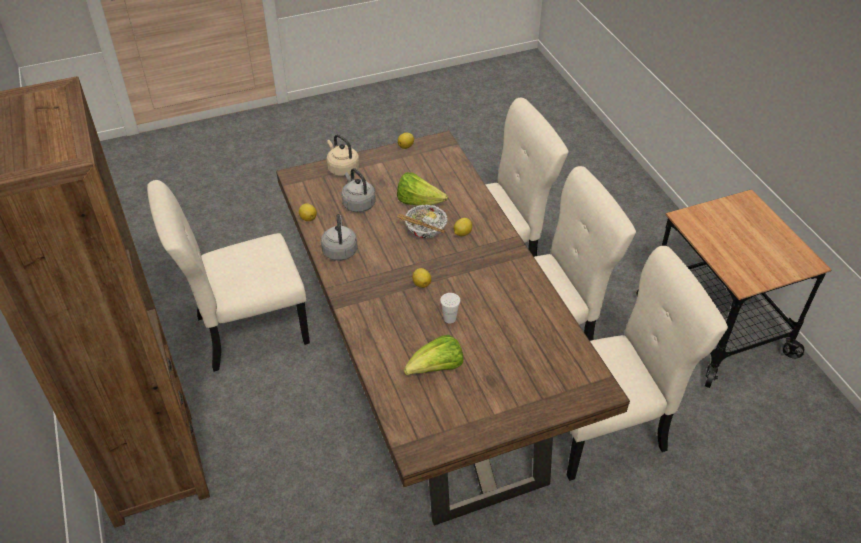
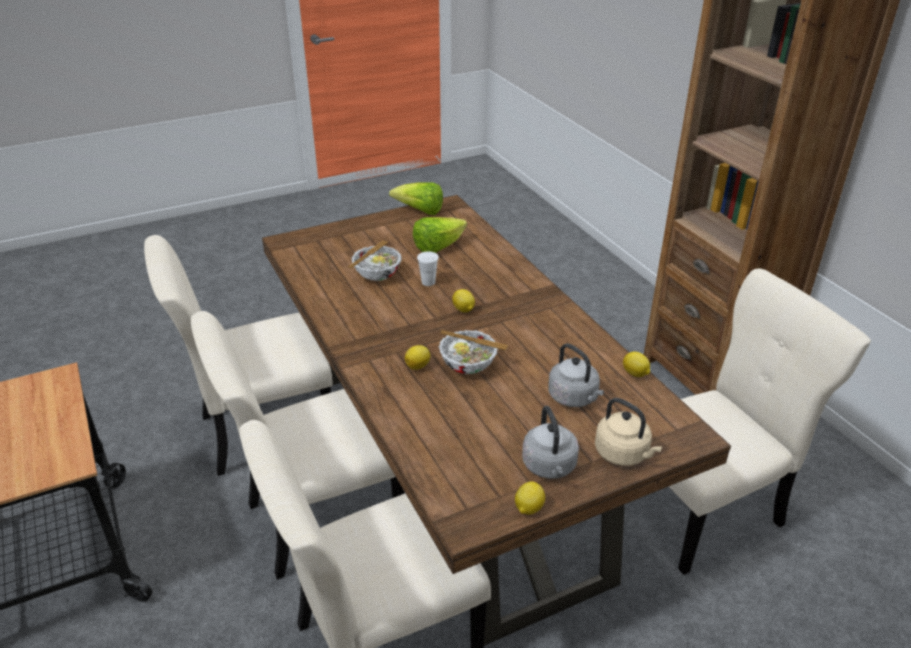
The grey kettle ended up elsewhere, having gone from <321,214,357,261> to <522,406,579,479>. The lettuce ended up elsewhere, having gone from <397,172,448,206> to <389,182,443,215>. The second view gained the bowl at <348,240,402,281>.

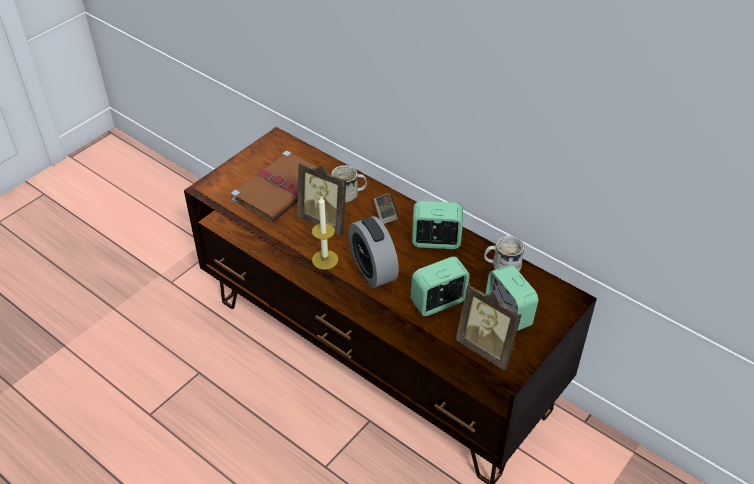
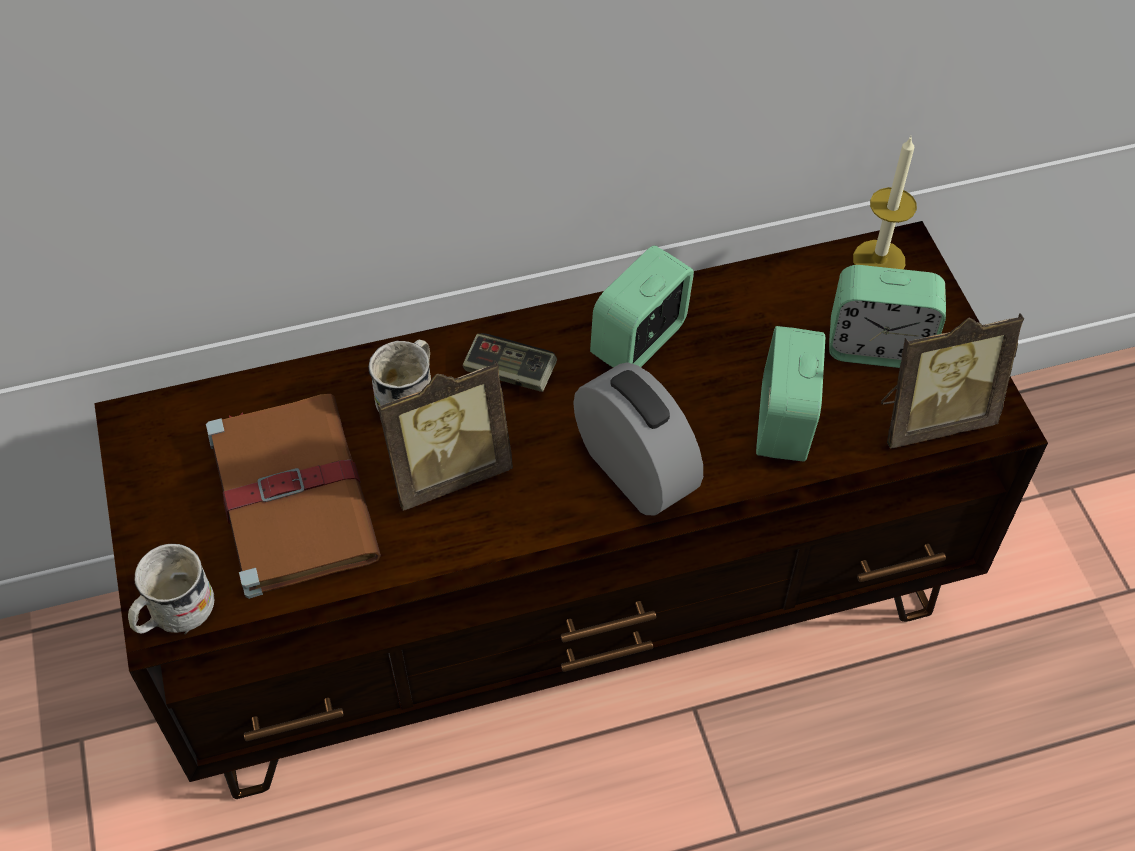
The candle ended up elsewhere, having gone from <312,196,338,270> to <853,137,917,269>. The alarm clock at <348,216,399,288> ended up facing another way, 135 degrees counterclockwise from before. The white mug ended up elsewhere, having gone from <484,236,525,271> to <128,544,214,634>.

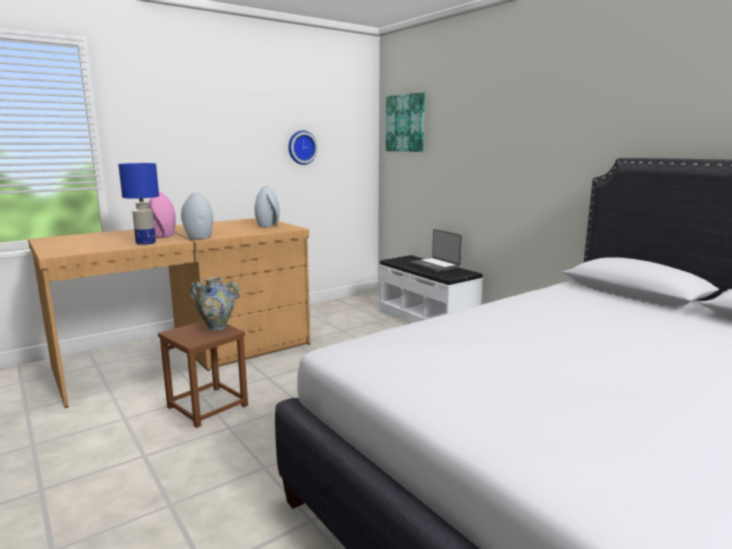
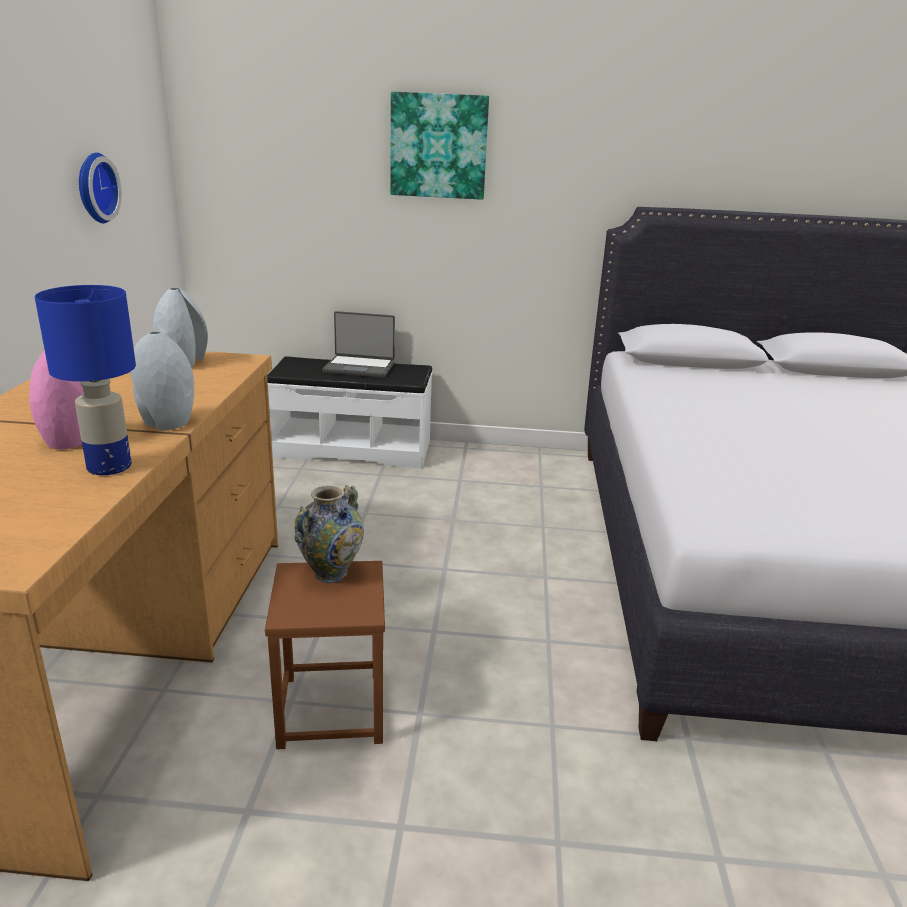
The picture ended up elsewhere, having gone from <386,92,425,152> to <390,92,489,200>.

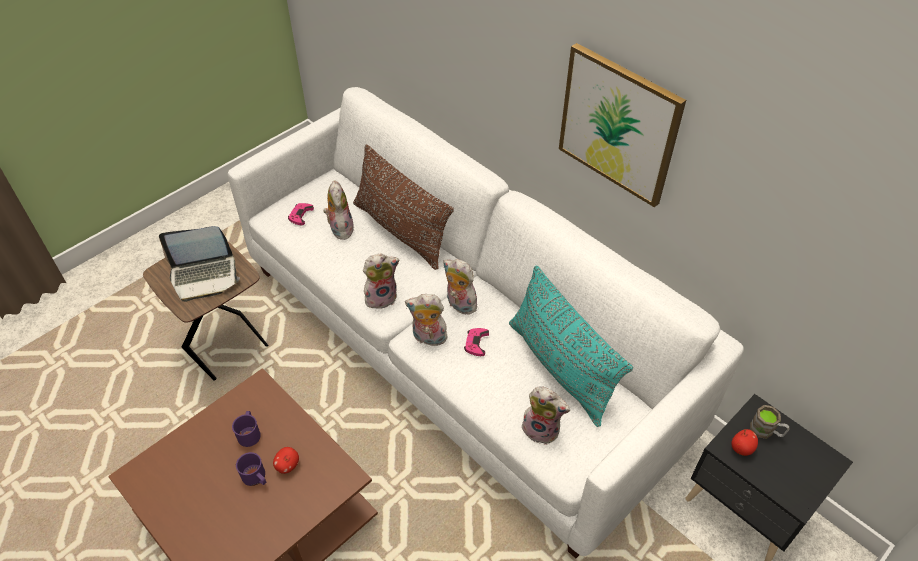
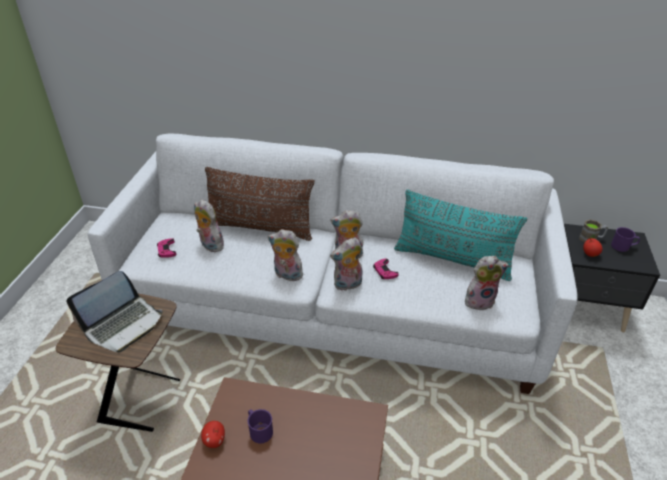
The purple mug ended up elsewhere, having gone from <236,452,266,486> to <611,227,640,252>. The apple ended up elsewhere, having gone from <273,447,299,474> to <201,421,225,448>. The plush toy at <363,254,400,309> ended up facing another way, 105 degrees counterclockwise from before. The second view lost the picture at <559,43,686,207>.

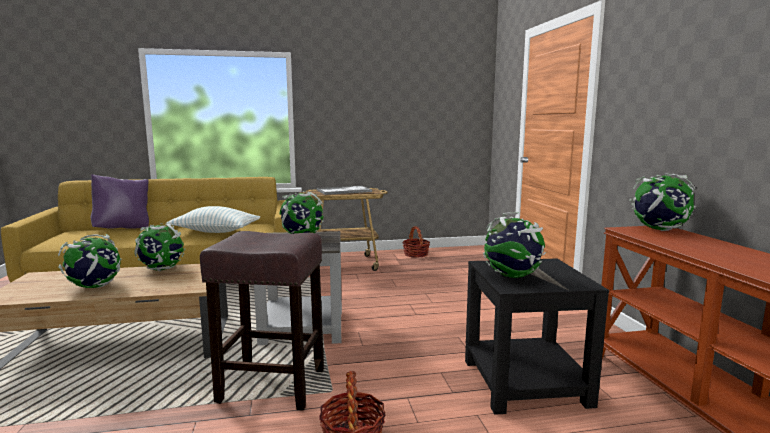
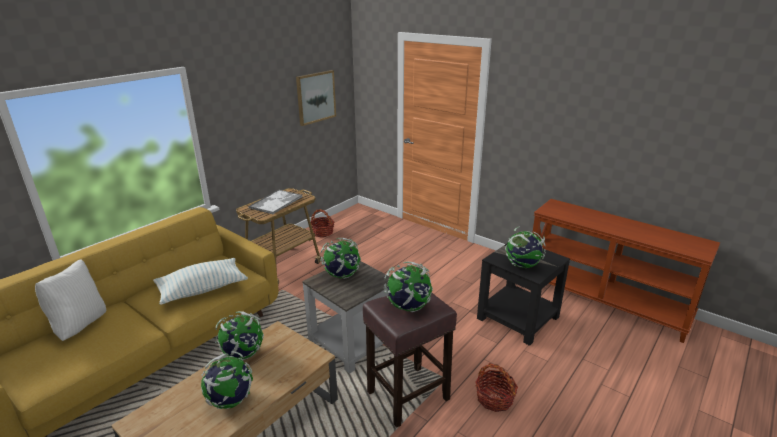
What was the purple pillow at <91,174,149,229> turned into the white pillow at <35,259,106,341>. The globe ended up elsewhere, having gone from <630,173,696,231> to <384,262,433,312>. The second view gained the picture at <296,70,336,126>.

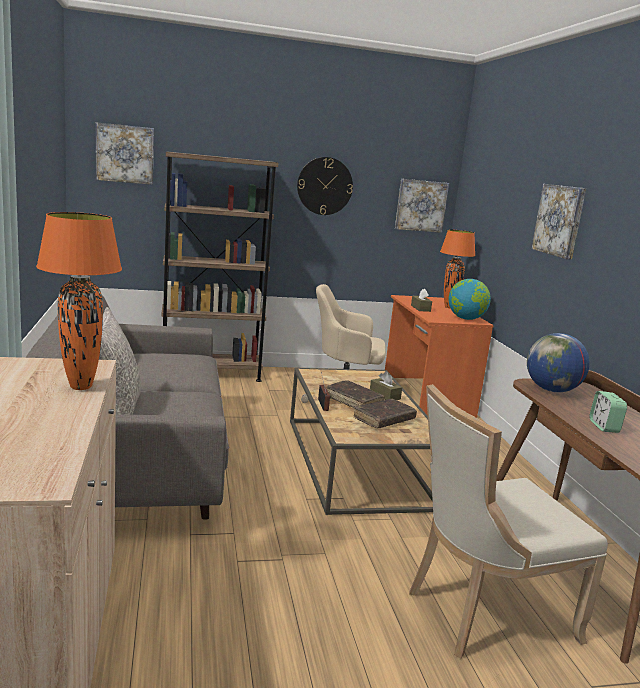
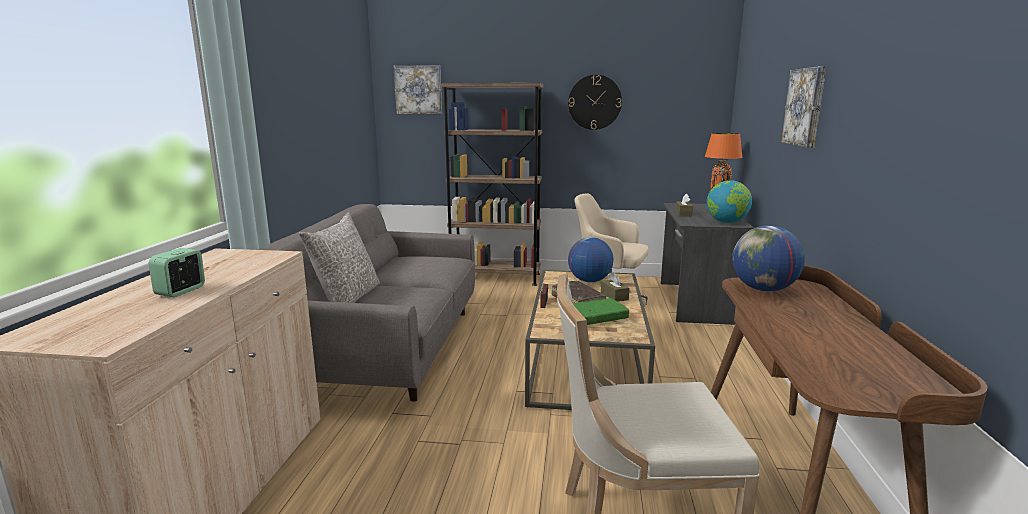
The second view lost the orange table lamp at <36,212,122,390>. What was the brown book at <354,399,417,428> turned into the green book at <573,298,629,325>. What was the orange desk at <385,295,494,418> turned into the grey desk at <661,203,754,325>. The second view lost the picture at <395,179,449,233>. The alarm clock ended up elsewhere, having gone from <589,391,627,433> to <149,248,205,297>. The second view gained the globe at <568,237,613,282>.

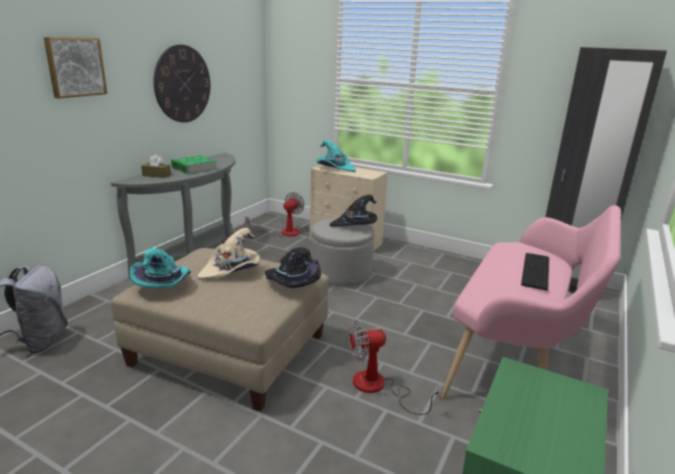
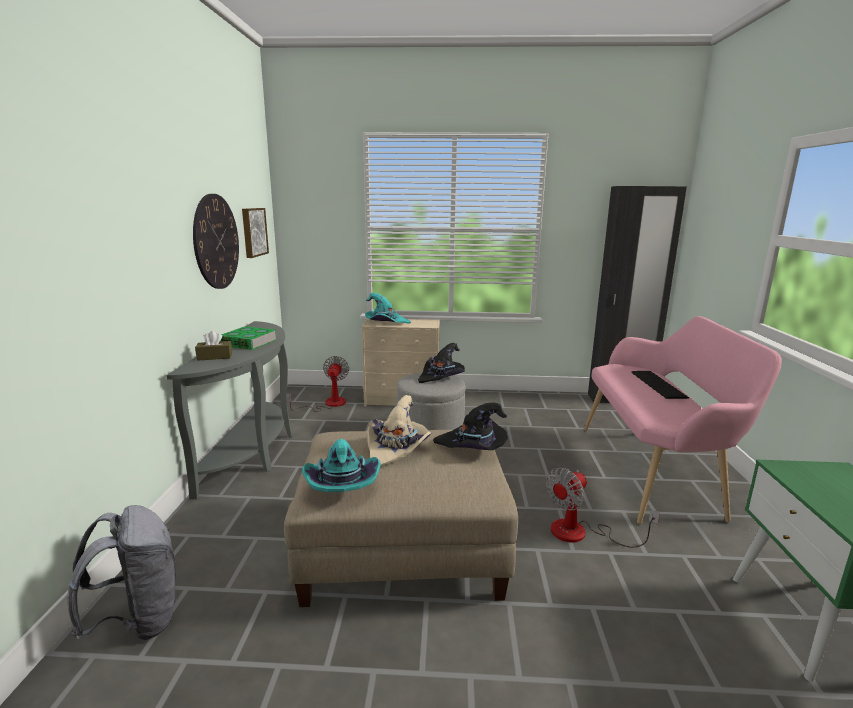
The picture ended up elsewhere, having gone from <44,37,107,99> to <242,208,269,258>.

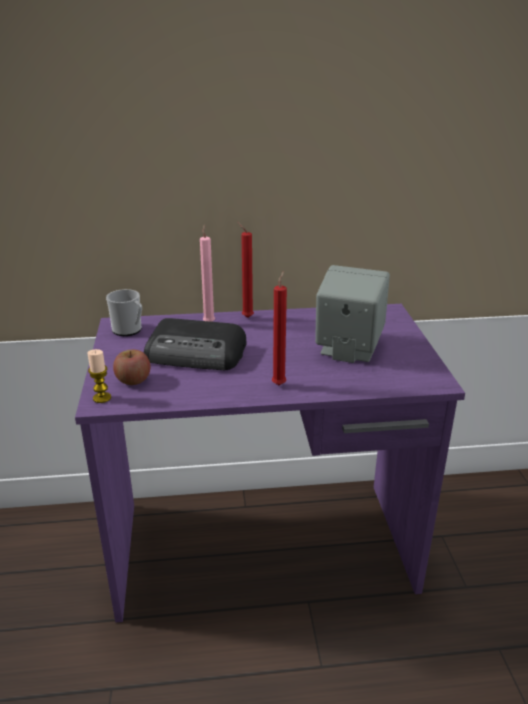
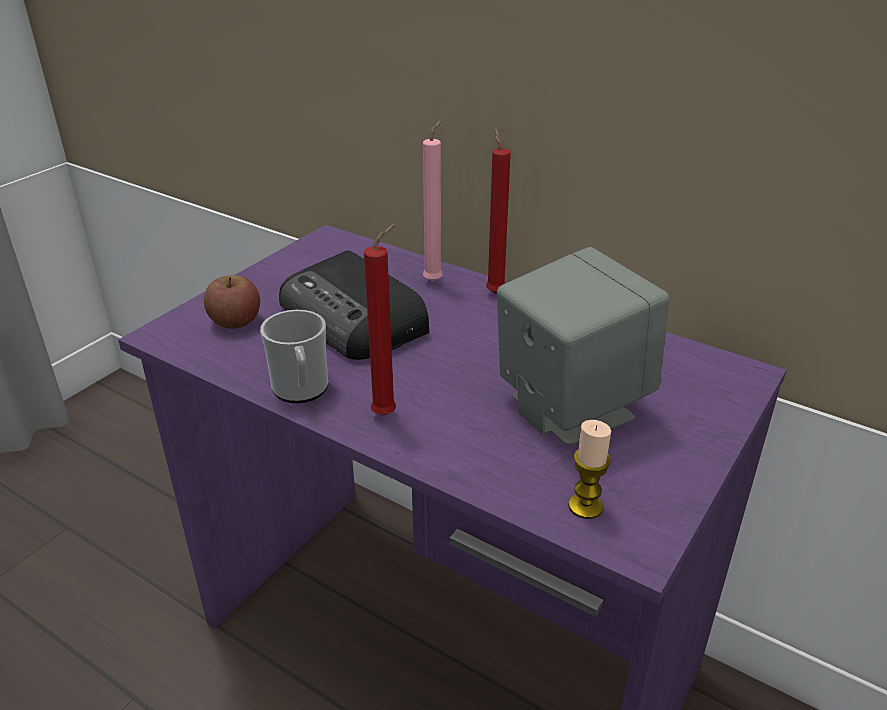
The candle ended up elsewhere, having gone from <87,349,111,403> to <568,420,611,519>. The mug ended up elsewhere, having gone from <106,289,142,336> to <260,310,328,403>.

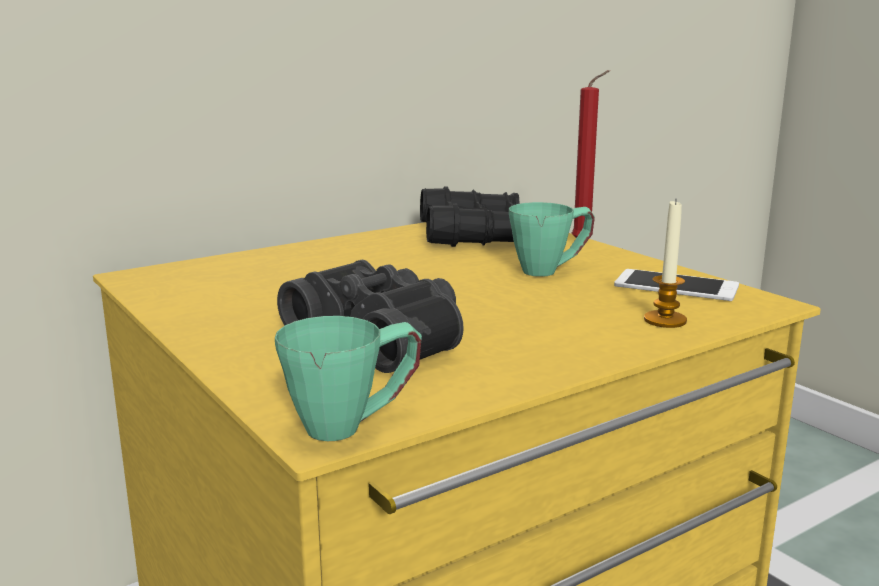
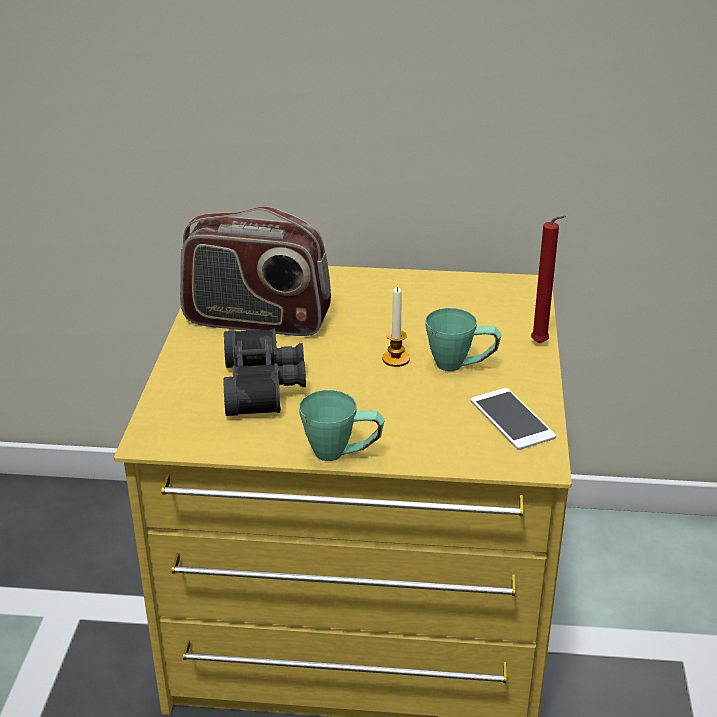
The green mug ended up elsewhere, having gone from <275,316,422,441> to <299,390,384,461>. The second view lost the black binoculars at <420,187,520,247>. The candle ended up elsewhere, having gone from <644,200,687,328> to <382,287,410,367>. The second view gained the radio at <180,206,331,336>.

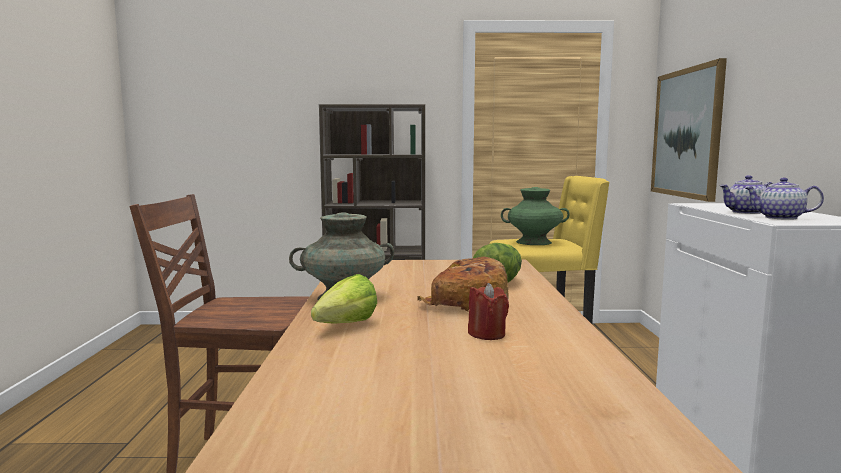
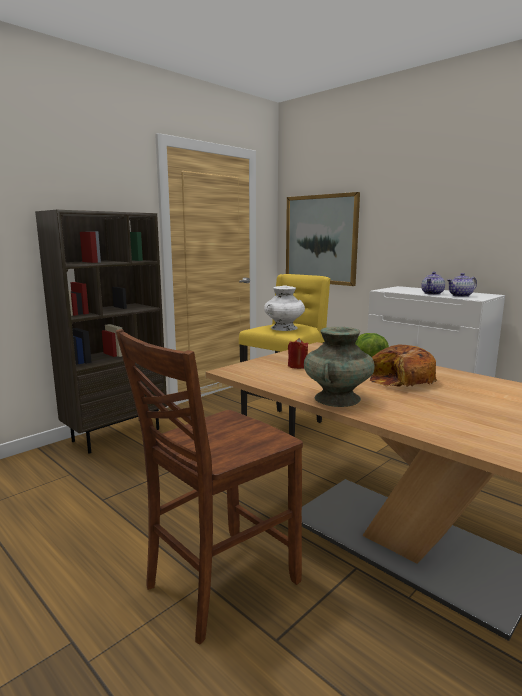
The second view lost the lettuce at <311,274,377,323>. The red candle ended up elsewhere, having gone from <468,283,509,340> to <288,338,309,369>. What was the green vase at <501,187,570,245> turned into the white vase at <264,285,305,331>.

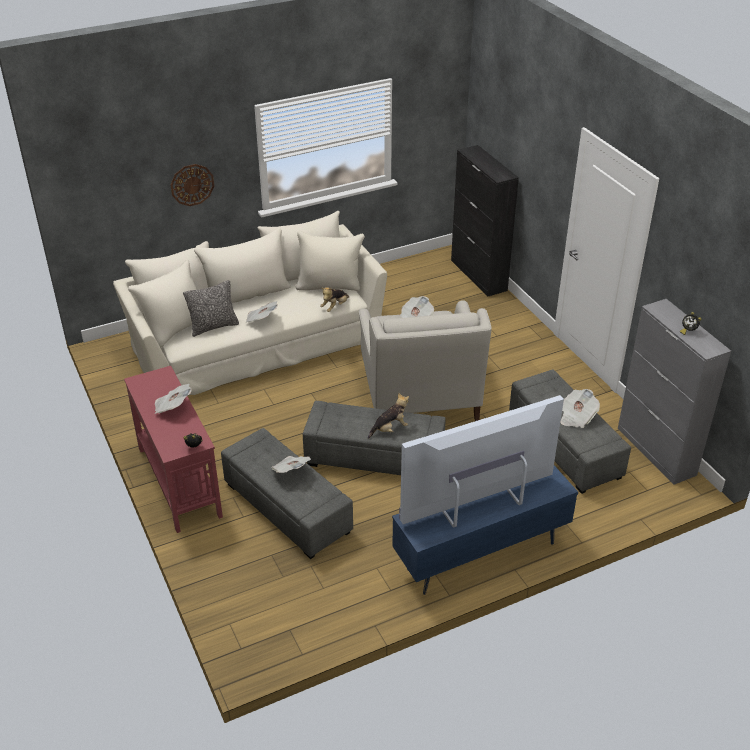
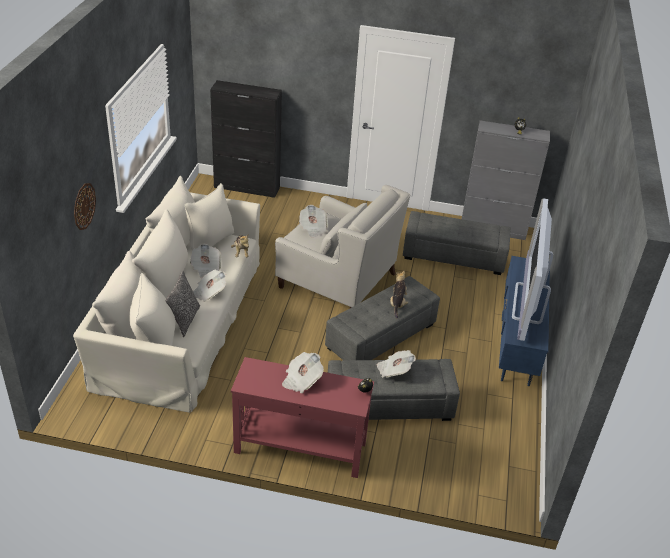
The newspaper ended up elsewhere, having gone from <560,389,600,428> to <190,244,222,279>.

